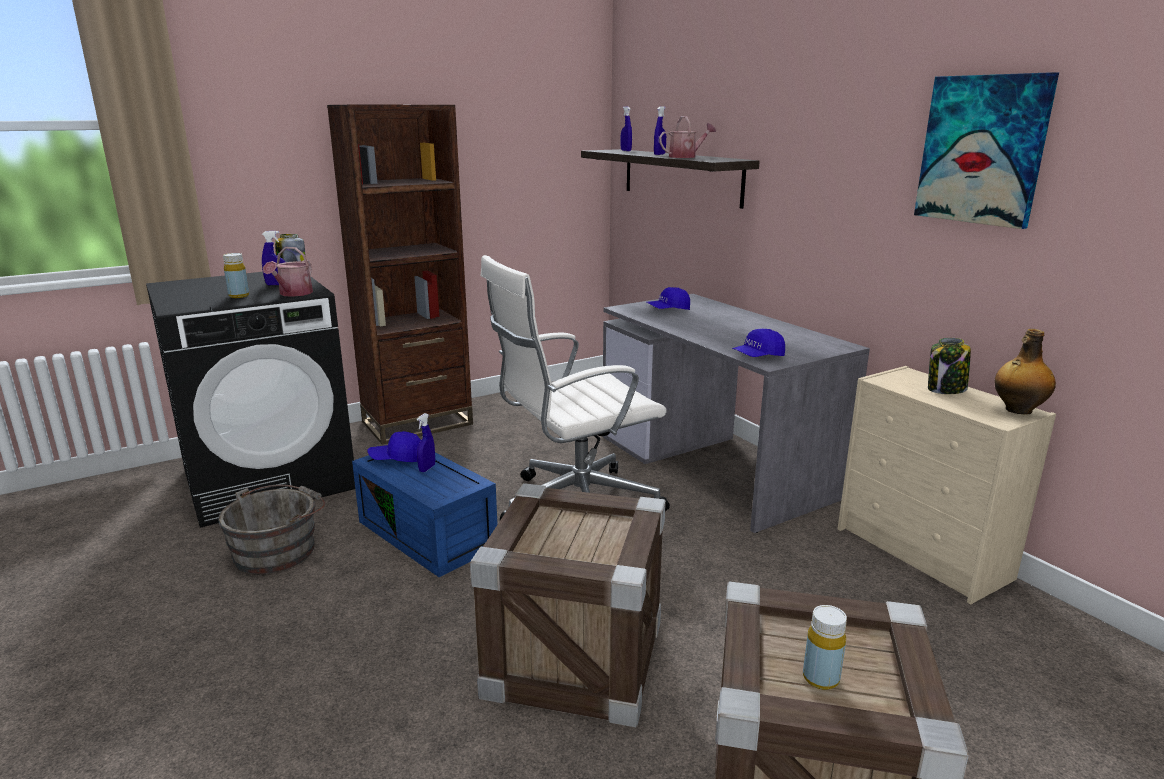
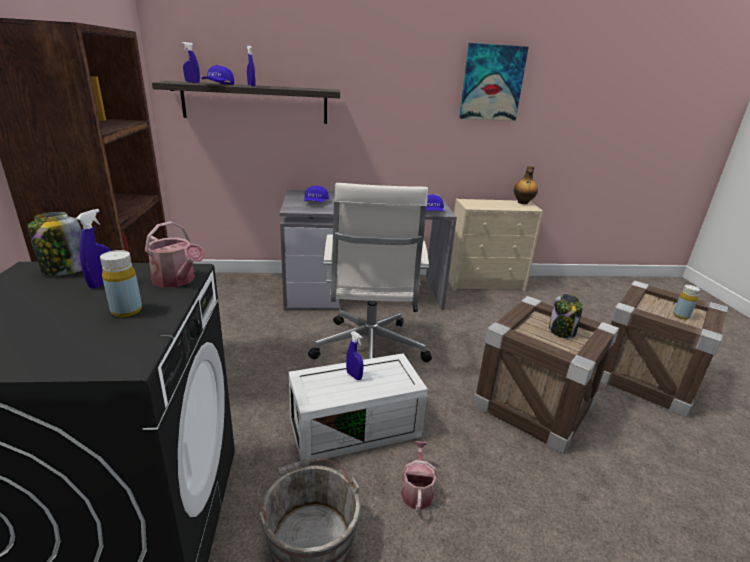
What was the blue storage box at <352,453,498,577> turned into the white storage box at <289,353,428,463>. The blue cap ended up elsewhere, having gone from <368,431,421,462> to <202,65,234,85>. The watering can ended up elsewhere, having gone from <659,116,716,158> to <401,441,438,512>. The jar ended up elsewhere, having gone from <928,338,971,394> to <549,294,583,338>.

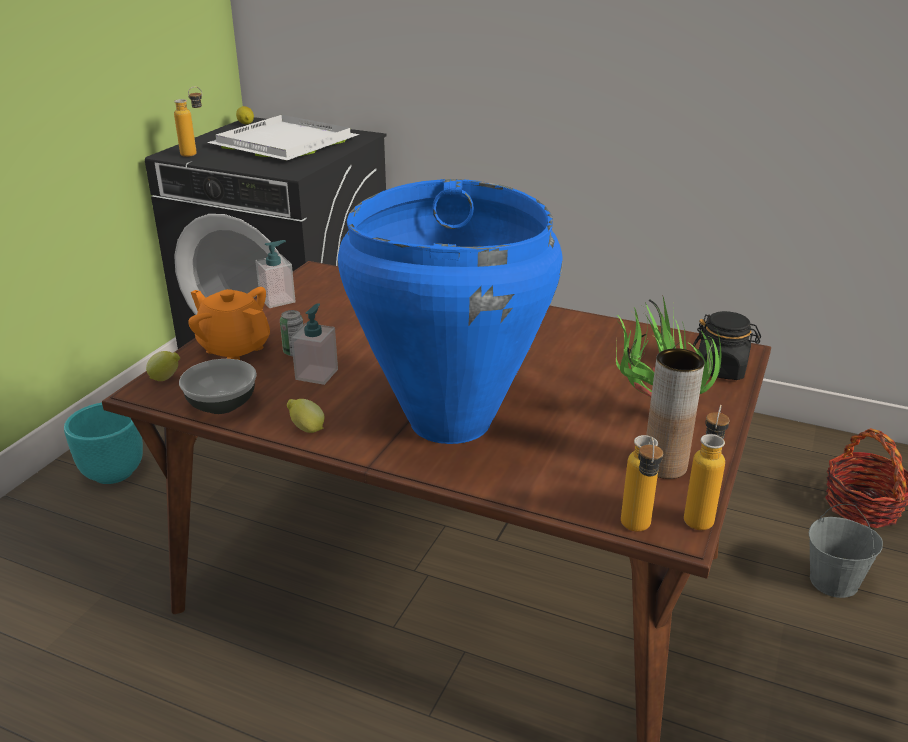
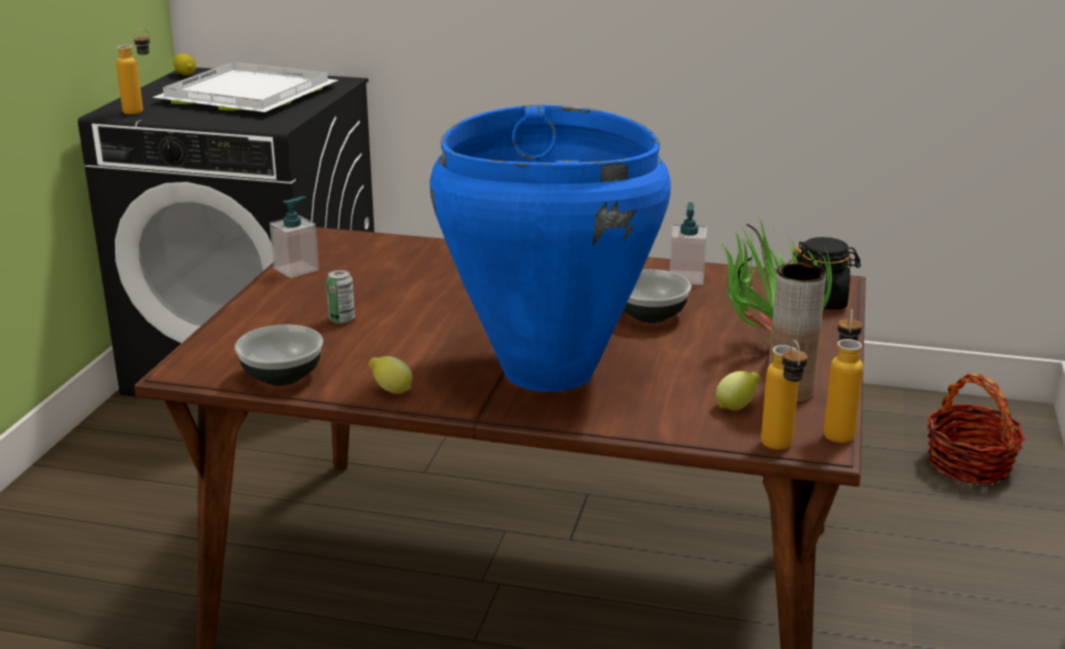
The second view lost the turquoise planter at <64,403,143,484>. The lemon ended up elsewhere, having gone from <146,351,180,381> to <716,371,761,410>. The second view lost the orange teapot at <188,287,270,360>. The soap dispenser ended up elsewhere, having gone from <291,303,338,385> to <670,202,707,285>. The second view lost the grey bucket at <809,504,883,598>. The second view gained the bowl at <623,269,691,323>.

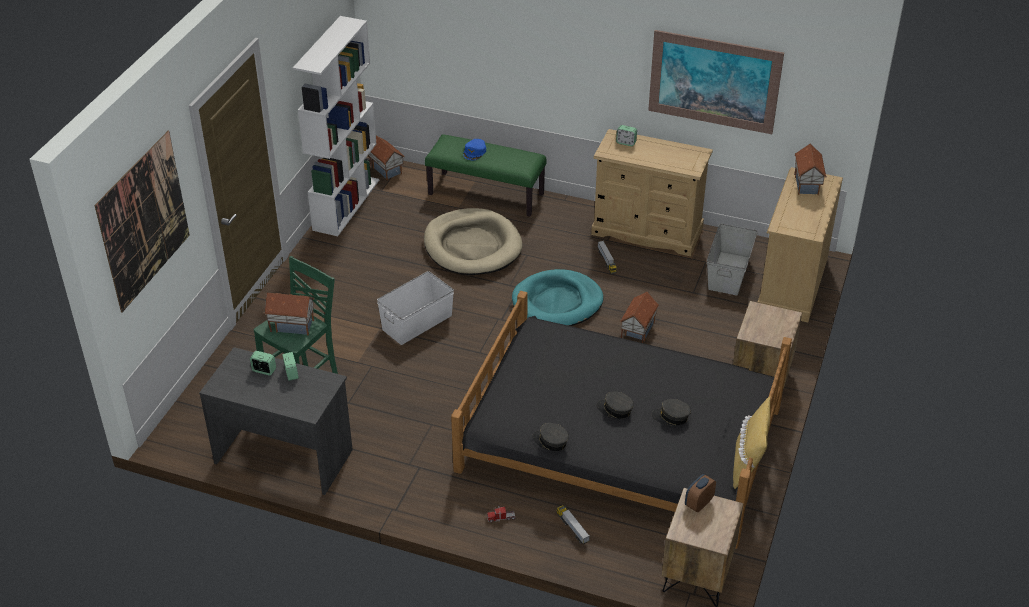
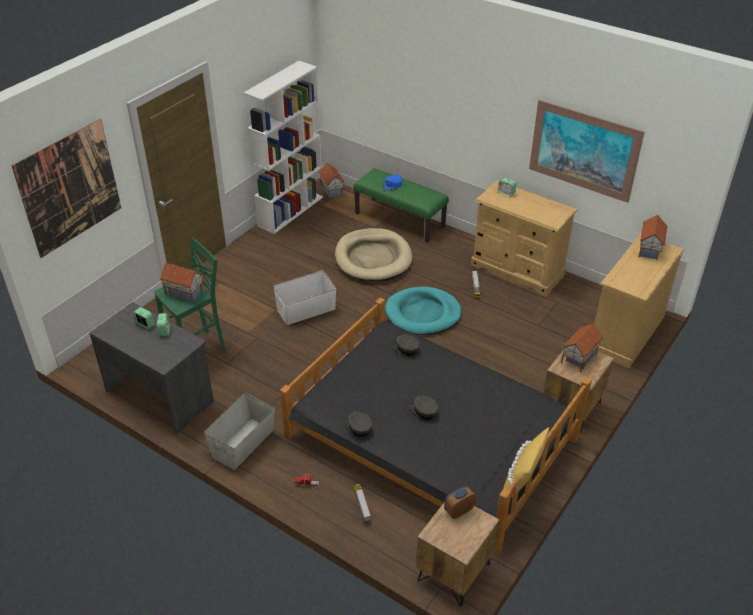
The toy house ended up elsewhere, having gone from <620,292,659,343> to <561,324,603,372>. The grey cap ended up elsewhere, having gone from <652,399,691,425> to <390,334,420,356>. The grey storage box ended up elsewhere, having gone from <707,223,758,295> to <204,393,275,470>.

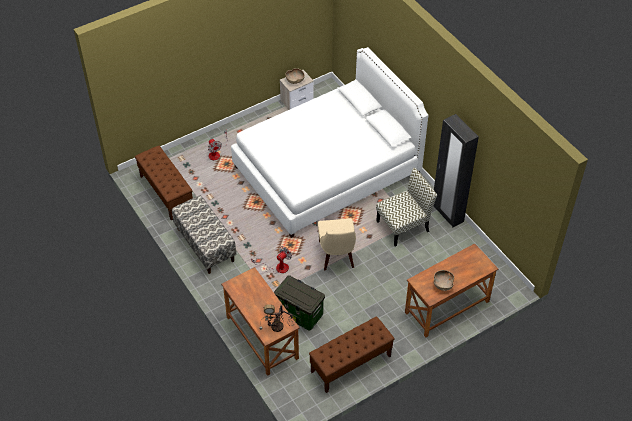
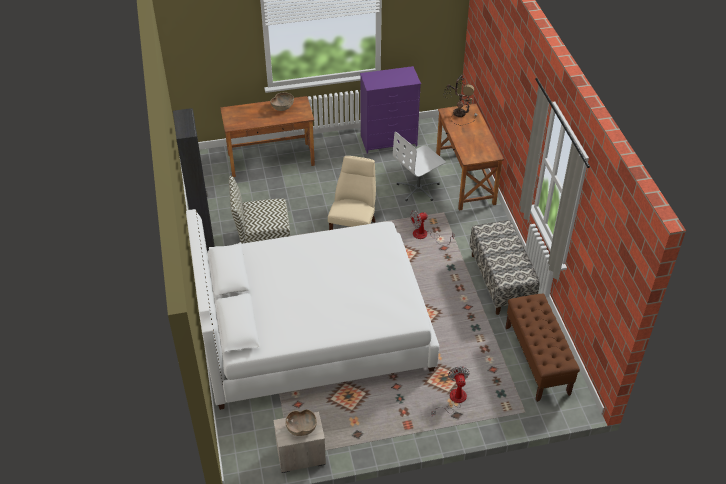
Where the storage box stood at <274,275,325,330>, the white office chair came to stand at <393,132,446,201>. Where the brown bench stood at <309,316,395,393>, the purple dresser came to stand at <360,66,421,153>.

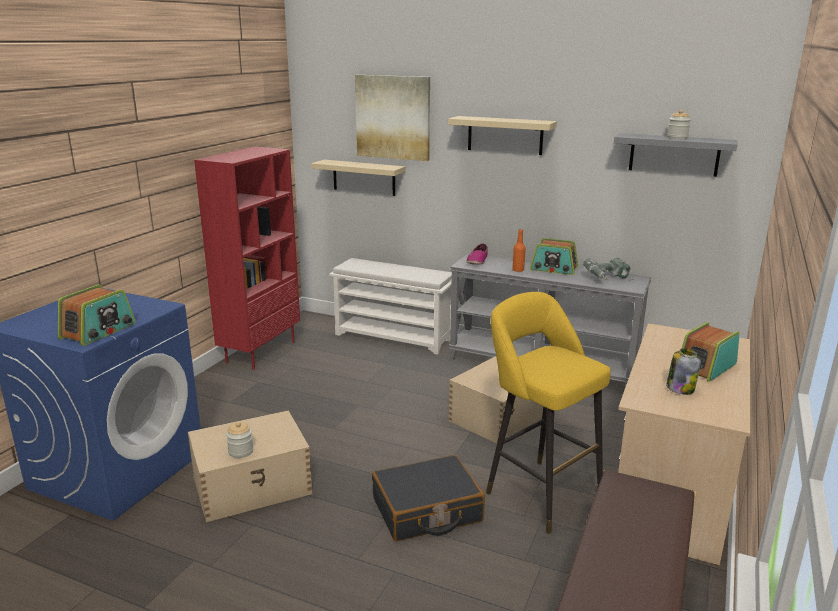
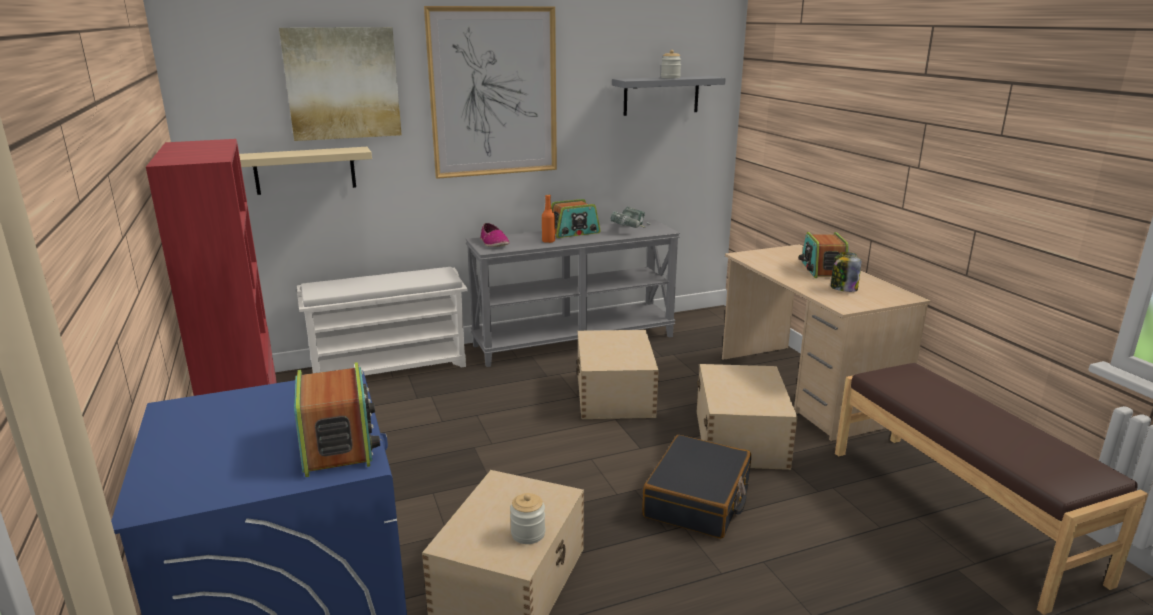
Where the beige shelf hung at <448,116,557,155>, the picture came to hang at <424,6,557,179>. Where the yellow stool stood at <486,292,611,534>, the beige storage box came to stand at <697,364,798,470>.

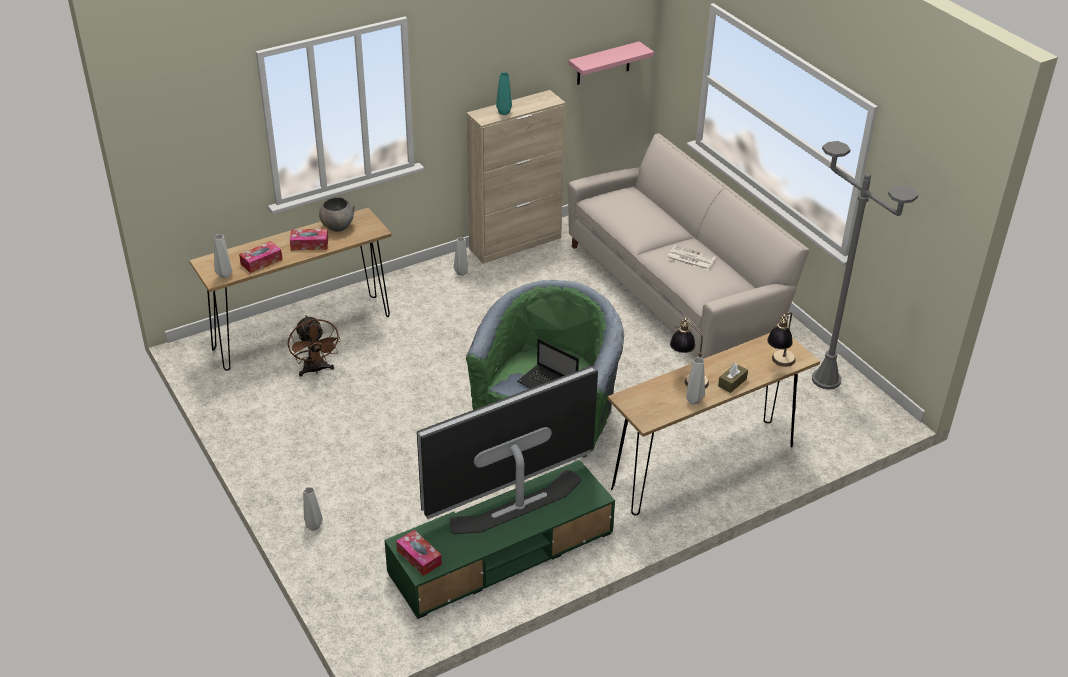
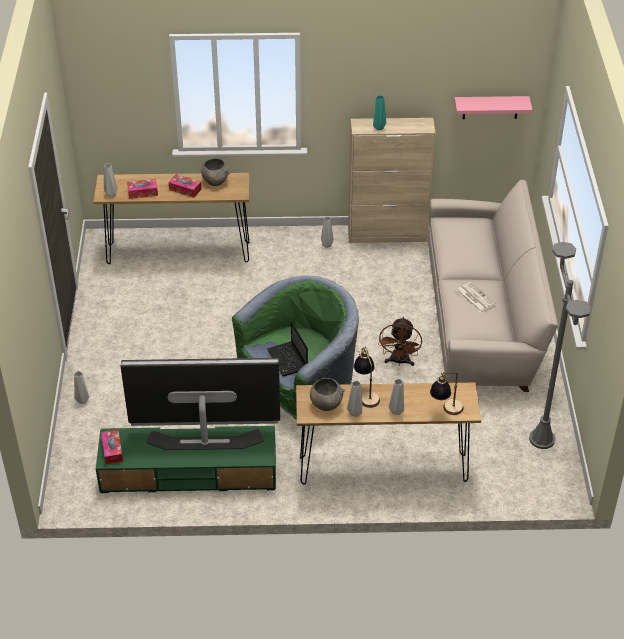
The brown fan ended up elsewhere, having gone from <288,315,341,376> to <378,317,422,366>. Where the brown tissue box stood at <718,363,748,393>, the grey vase came to stand at <389,379,404,415>. The second view gained the grey bowl at <310,378,345,411>.

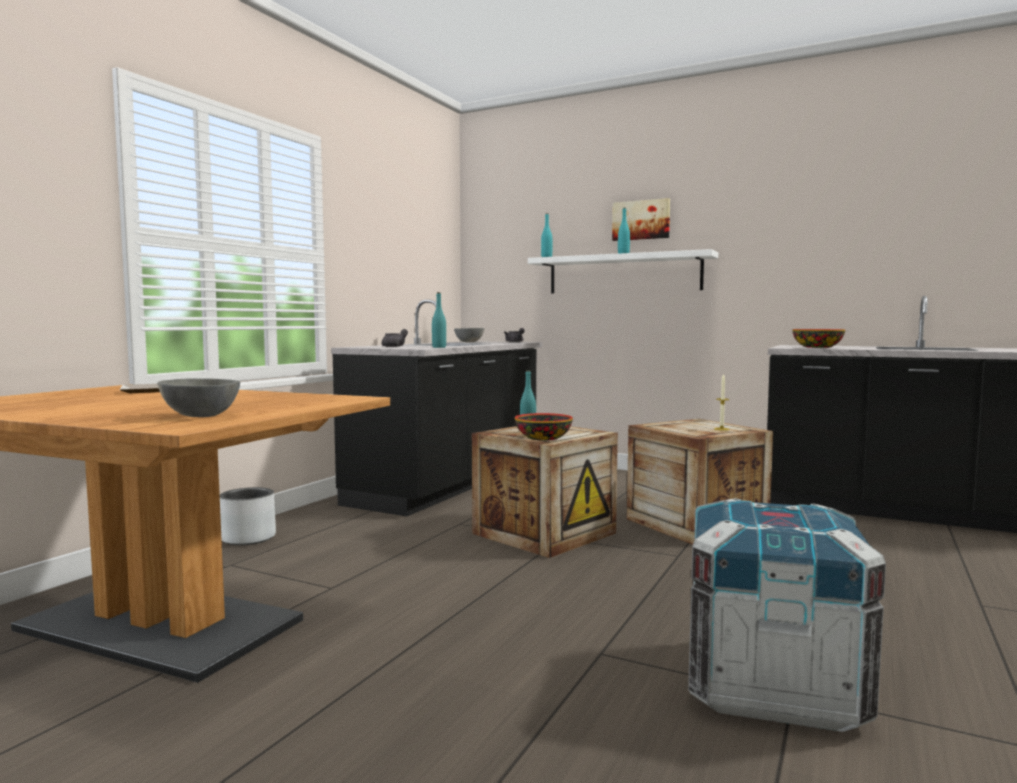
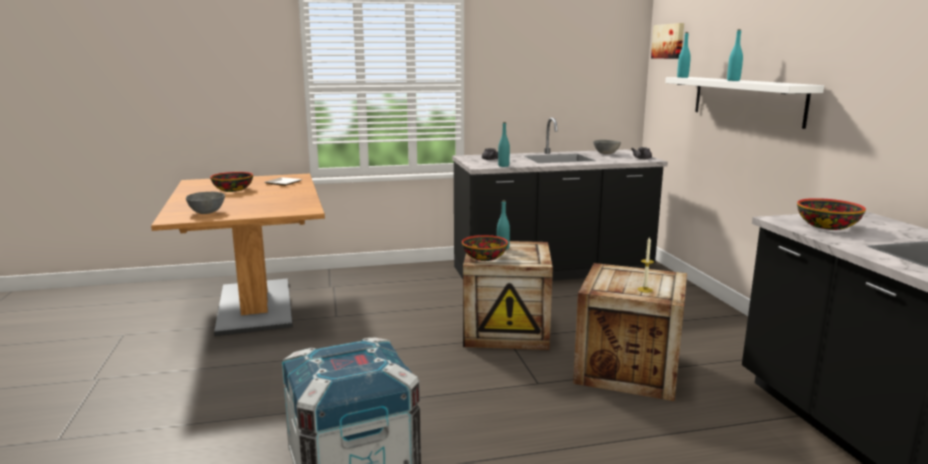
The second view lost the grey planter at <220,487,276,545>. The picture ended up elsewhere, having gone from <612,198,670,241> to <651,23,684,59>. The second view gained the bowl at <210,172,253,192>.

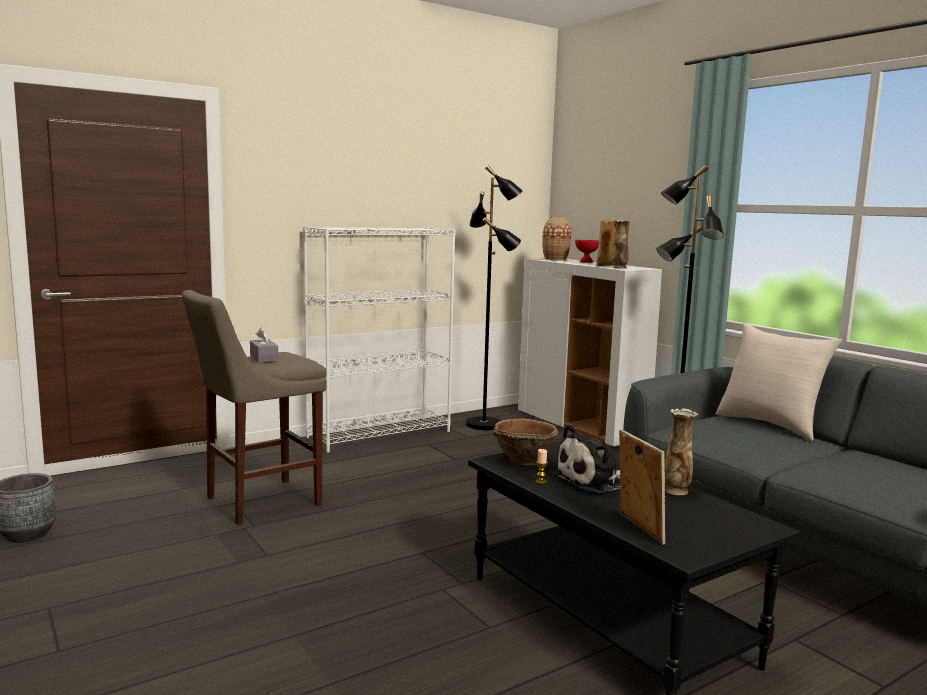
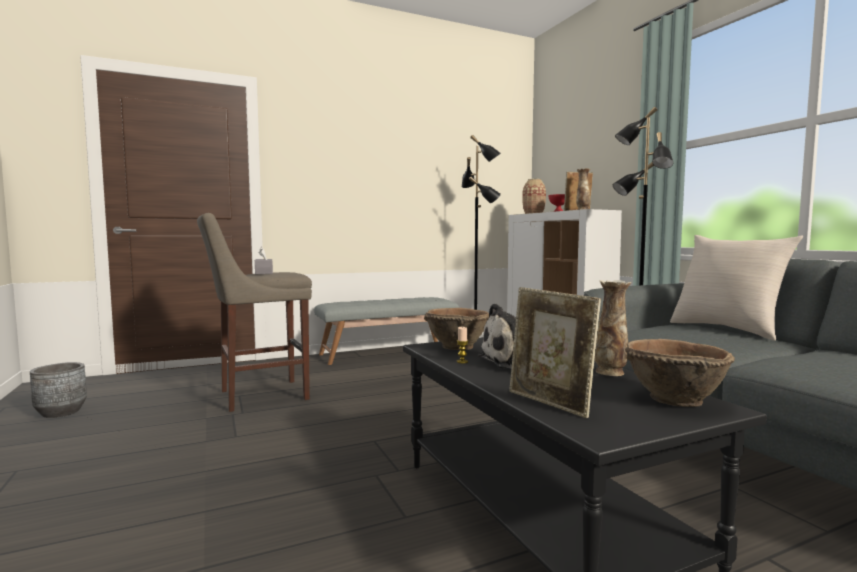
Where the white bookcase stood at <303,226,456,453>, the grey bench came to stand at <314,297,459,365>. The picture frame at <619,430,666,545> ended up facing another way, 150 degrees clockwise from before. The second view gained the brown bowl at <625,339,735,407>.

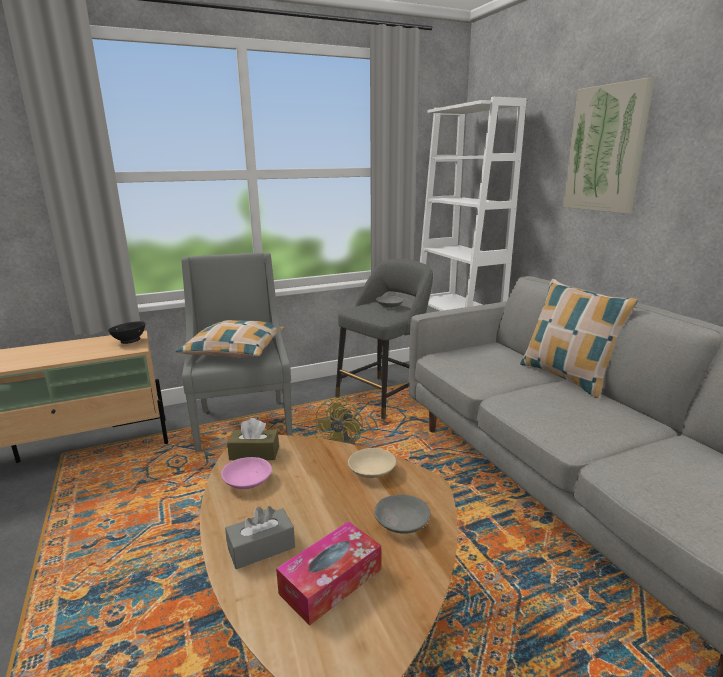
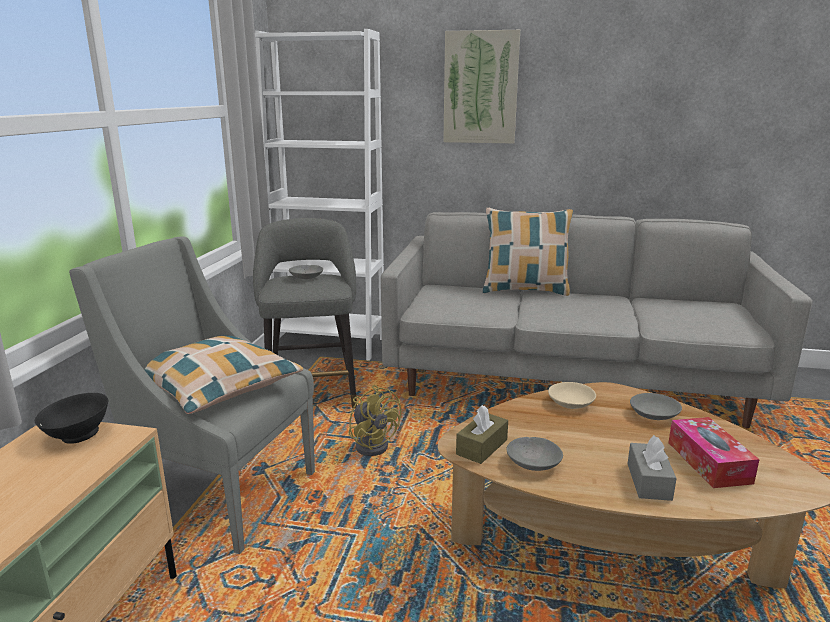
What was the pink bowl at <221,457,272,489> turned into the grey bowl at <506,437,563,471>.

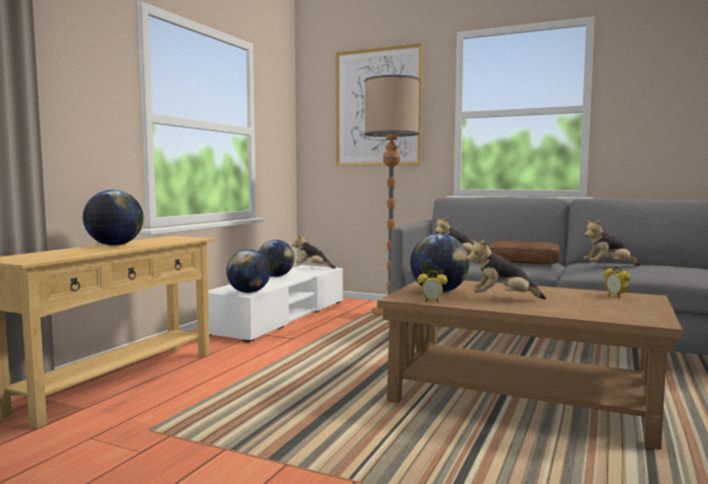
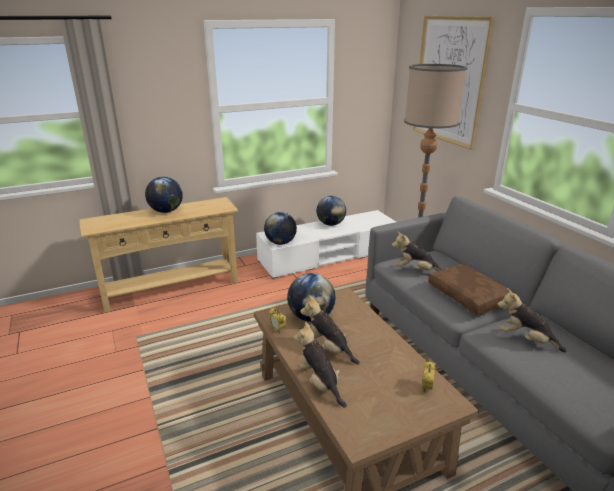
The plush toy ended up elsewhere, having gone from <292,235,336,269> to <294,322,347,408>.

